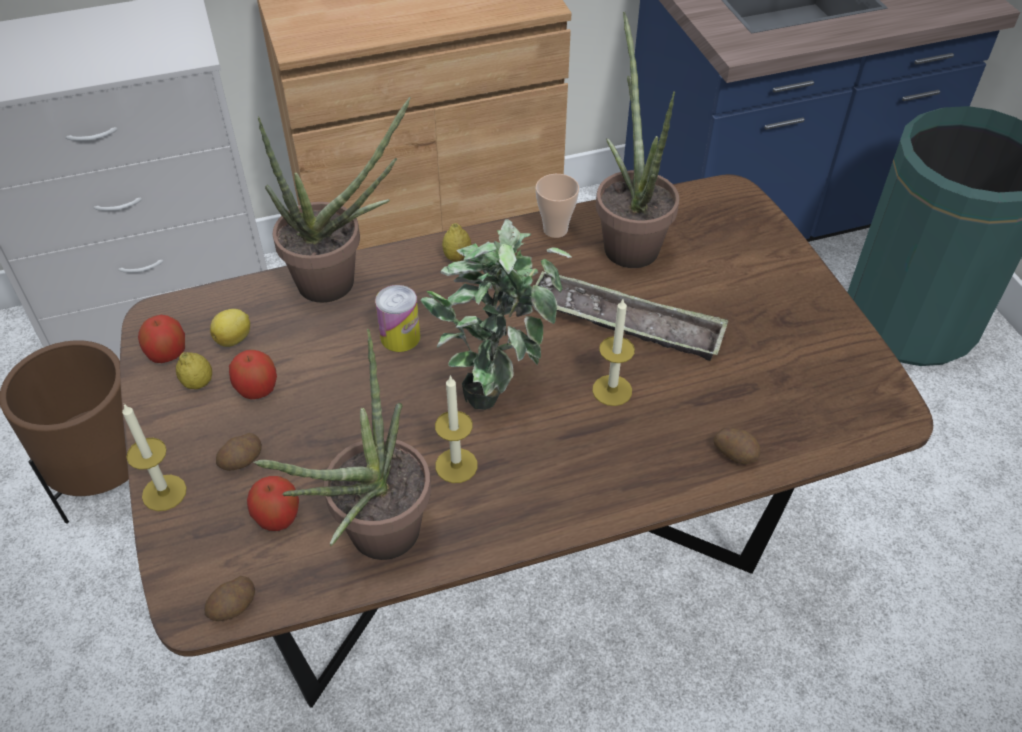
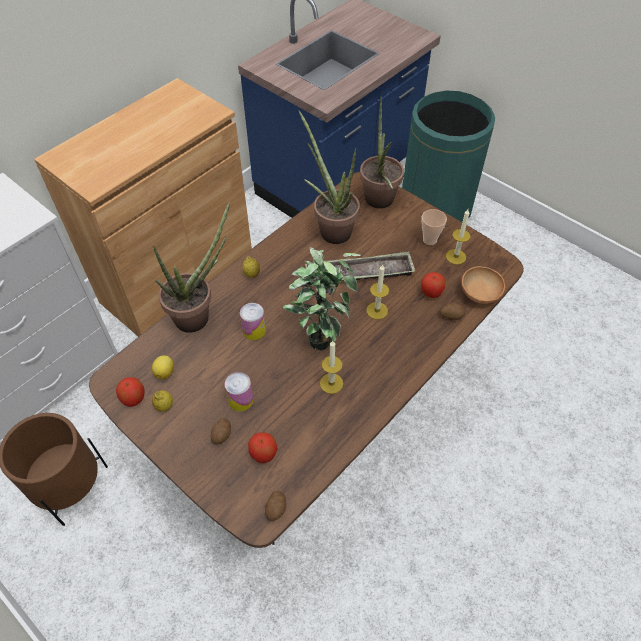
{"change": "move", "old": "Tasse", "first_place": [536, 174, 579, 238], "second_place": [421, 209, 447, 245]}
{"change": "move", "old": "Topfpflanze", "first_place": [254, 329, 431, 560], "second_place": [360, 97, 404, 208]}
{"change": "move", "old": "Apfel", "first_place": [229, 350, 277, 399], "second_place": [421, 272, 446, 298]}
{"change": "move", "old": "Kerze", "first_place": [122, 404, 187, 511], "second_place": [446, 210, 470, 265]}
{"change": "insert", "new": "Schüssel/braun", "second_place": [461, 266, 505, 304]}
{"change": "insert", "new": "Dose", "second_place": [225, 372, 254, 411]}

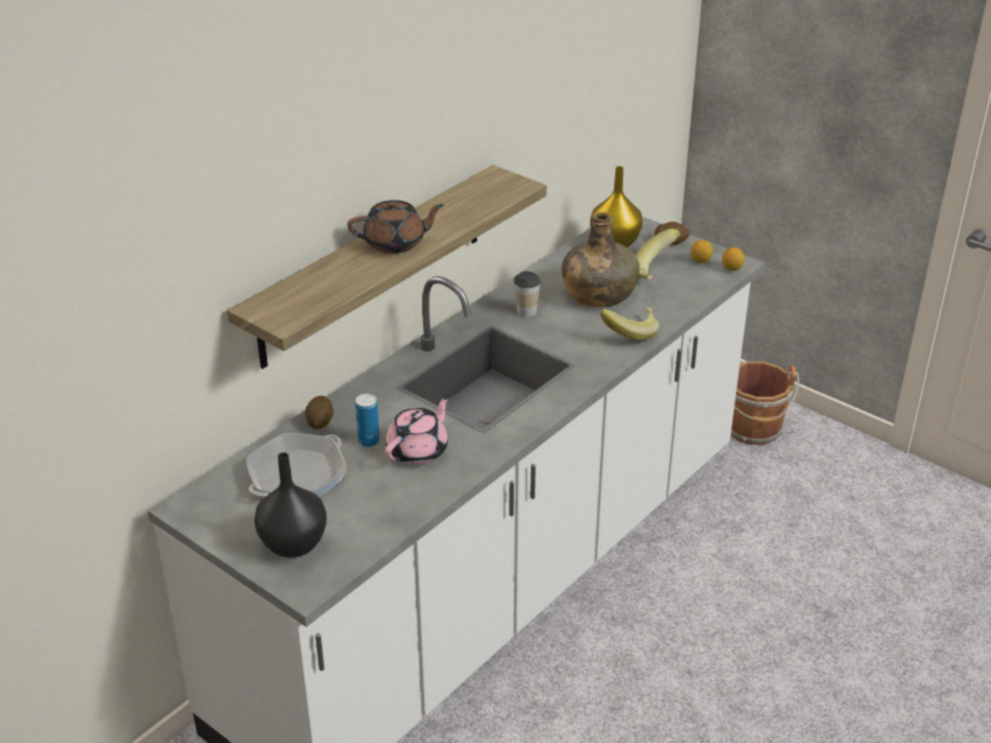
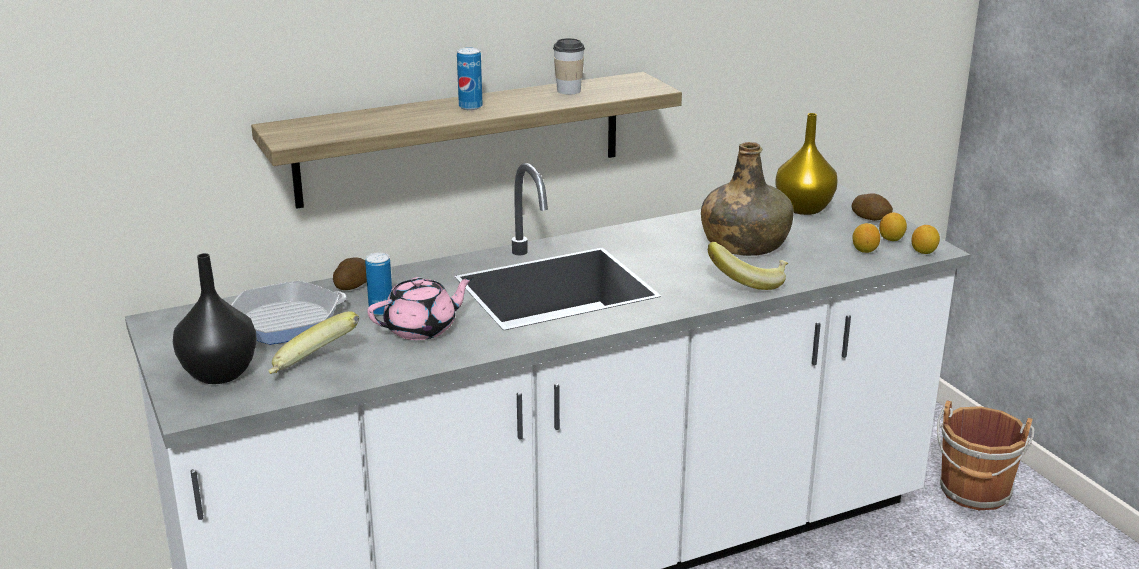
{"change": "replace", "old": "Teekanne/braun", "new": "Dose", "first_place": [347, 200, 444, 254], "second_place": [457, 47, 483, 110]}
{"change": "move", "old": "Banane", "first_place": [636, 229, 680, 280], "second_place": [269, 311, 359, 374]}
{"change": "move", "old": "Tasse", "first_place": [514, 271, 540, 317], "second_place": [553, 38, 585, 95]}
{"change": "insert", "new": "Zitrone", "second_place": [852, 223, 880, 253]}

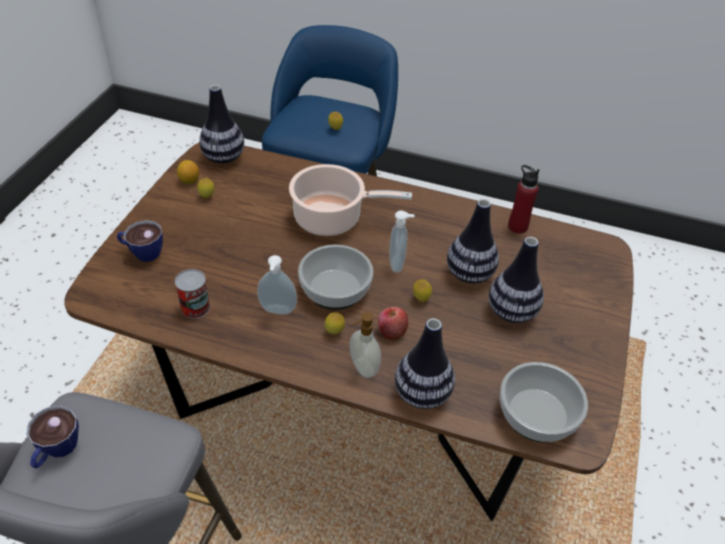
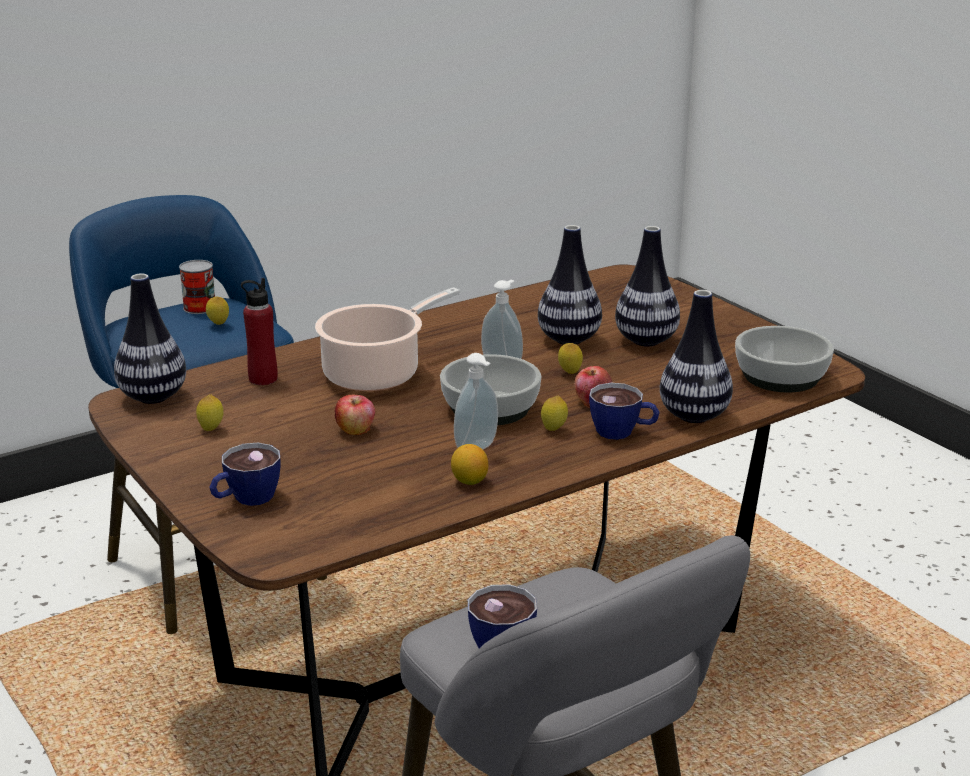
{"change": "move", "old": "Zitrone", "first_place": [177, 160, 199, 184], "second_place": [451, 444, 489, 485]}
{"change": "move", "old": "Flasche/rot", "first_place": [508, 165, 540, 234], "second_place": [241, 278, 278, 385]}
{"change": "move", "old": "Dose", "first_place": [175, 269, 210, 319], "second_place": [179, 260, 215, 314]}
{"change": "replace", "old": "Seifenspender", "new": "Tasse", "first_place": [350, 312, 381, 378], "second_place": [589, 383, 659, 440]}
{"change": "insert", "new": "Apfel", "second_place": [335, 394, 375, 435]}

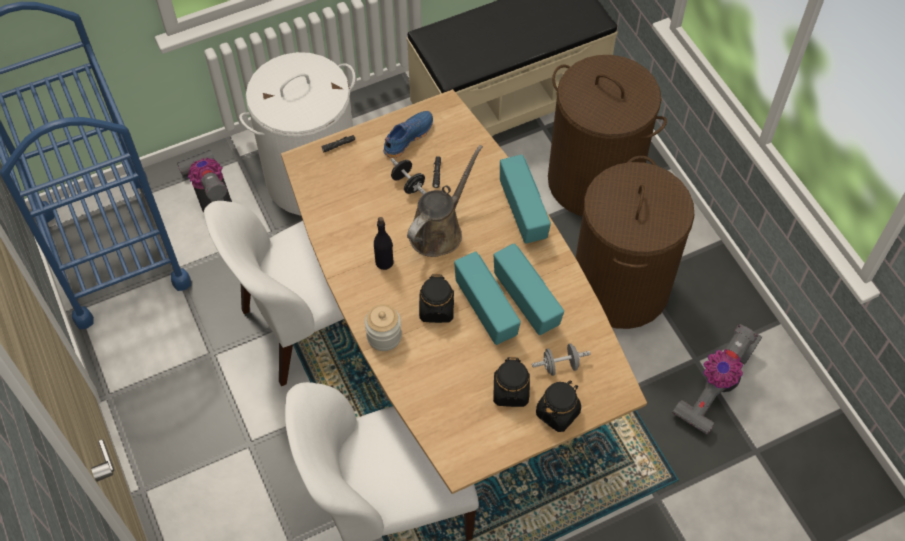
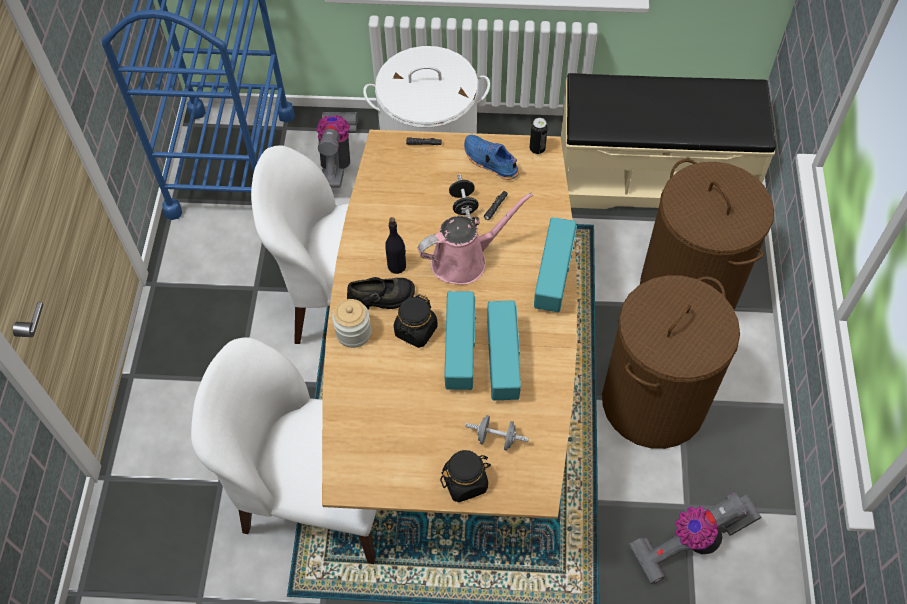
{"change": "rotate", "old": "Schuh/blau", "first_place": [383, 111, 433, 158], "second_place": [464, 135, 519, 180], "degrees": -120}
{"change": "recolor", "old": "Gießkanne/braun", "new": "Gießkanne/rosa", "first_place": [407, 145, 483, 257], "second_place": [418, 192, 533, 285]}
{"change": "delete", "old": "Vorratsglas/schwarz", "first_place": [493, 356, 530, 407]}
{"change": "insert", "new": "Dose", "second_place": [530, 118, 548, 154]}
{"change": "insert", "new": "Schuh/schwarz", "second_place": [347, 277, 415, 309]}

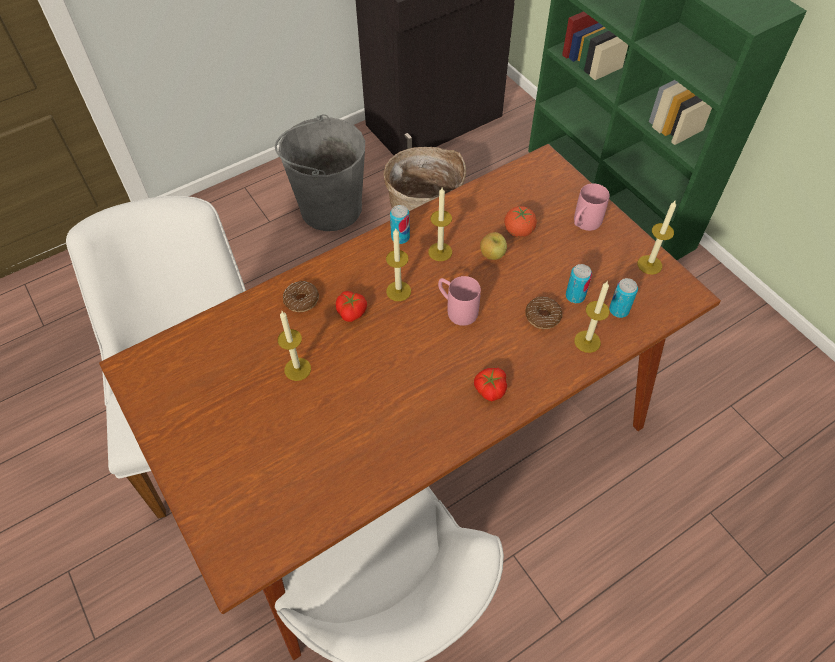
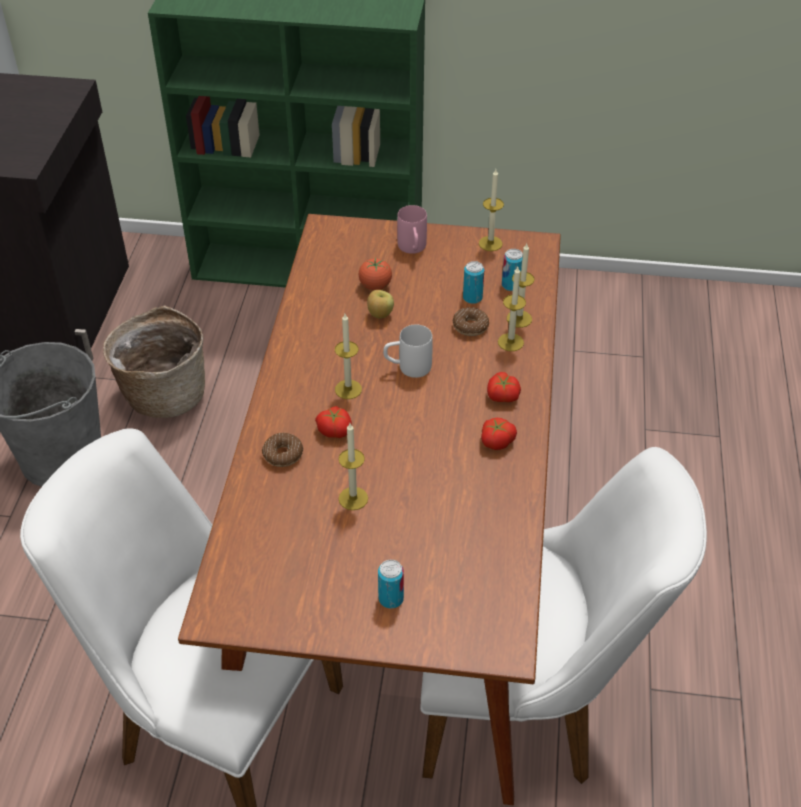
{"change": "move", "old": "Kerze", "first_place": [428, 188, 452, 261], "second_place": [498, 267, 526, 351]}
{"change": "move", "old": "Dose", "first_place": [390, 205, 410, 244], "second_place": [378, 560, 404, 609]}
{"change": "recolor", "old": "Henkelbecher/rosa", "new": "Henkelbecher/weiß", "first_place": [438, 276, 481, 326], "second_place": [383, 324, 433, 378]}
{"change": "insert", "new": "Tomate", "second_place": [481, 418, 517, 450]}

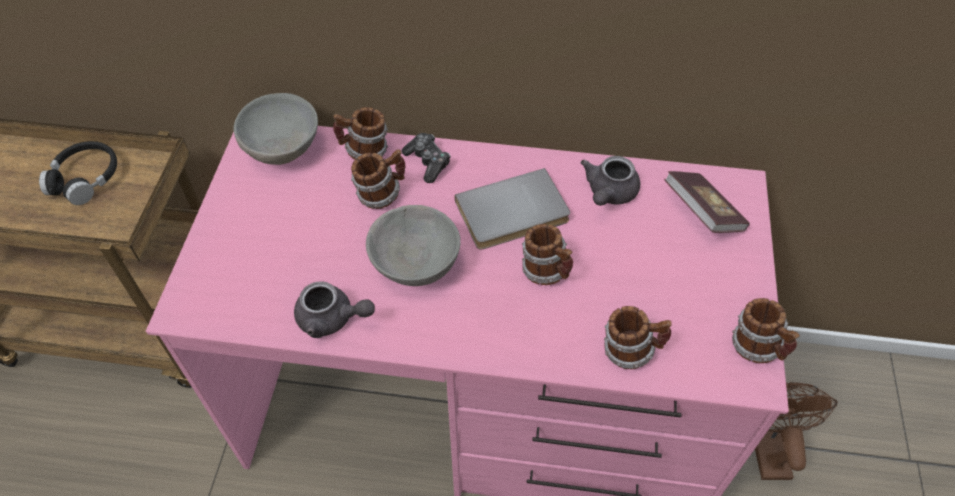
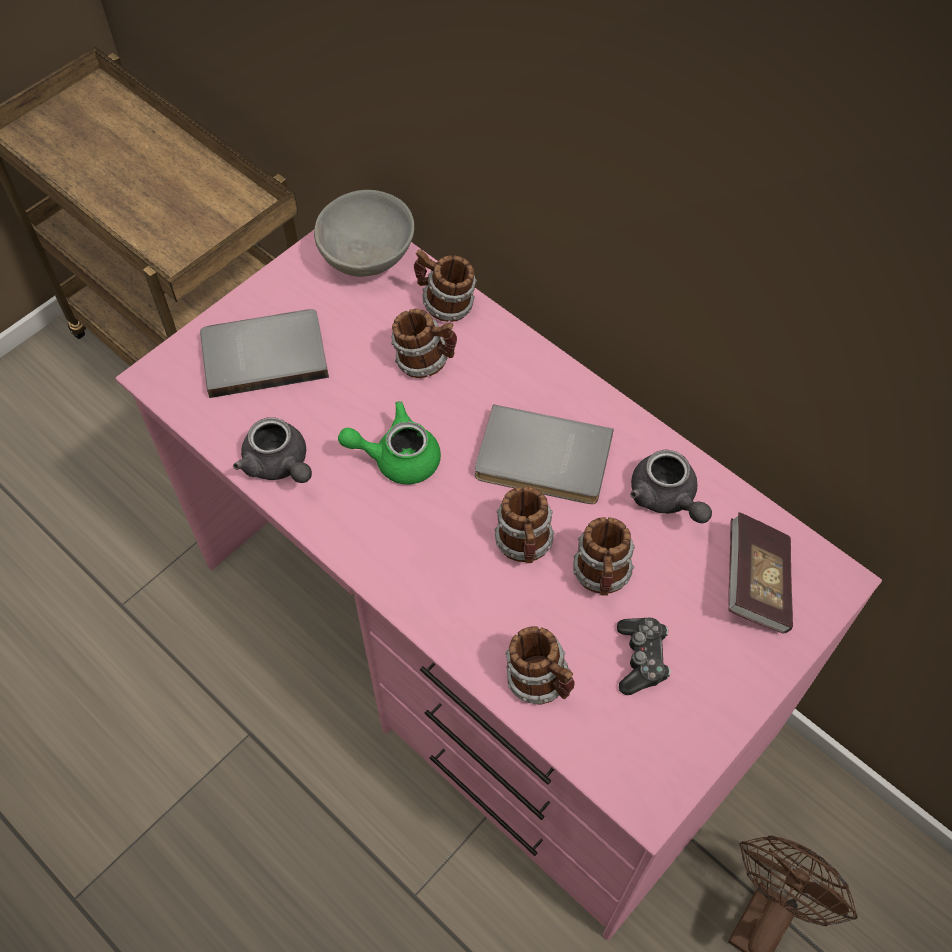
{"change": "move", "old": "Gamepad", "first_place": [401, 133, 450, 183], "second_place": [617, 617, 671, 695]}
{"change": "delete", "old": "Kopfhörer/schwarz", "first_place": [39, 141, 117, 205]}
{"change": "rotate", "old": "Teekanne/grau", "first_place": [581, 156, 640, 206], "second_place": [630, 450, 712, 523], "degrees": -90}
{"change": "replace", "old": "Schüssel/grau", "new": "Teekanne/grün", "first_place": [366, 205, 461, 286], "second_place": [338, 401, 441, 484]}
{"change": "move", "old": "Henkelbecher", "first_place": [732, 298, 800, 363], "second_place": [573, 517, 635, 596]}
{"change": "insert", "new": "Buch/grau", "second_place": [200, 309, 329, 398]}

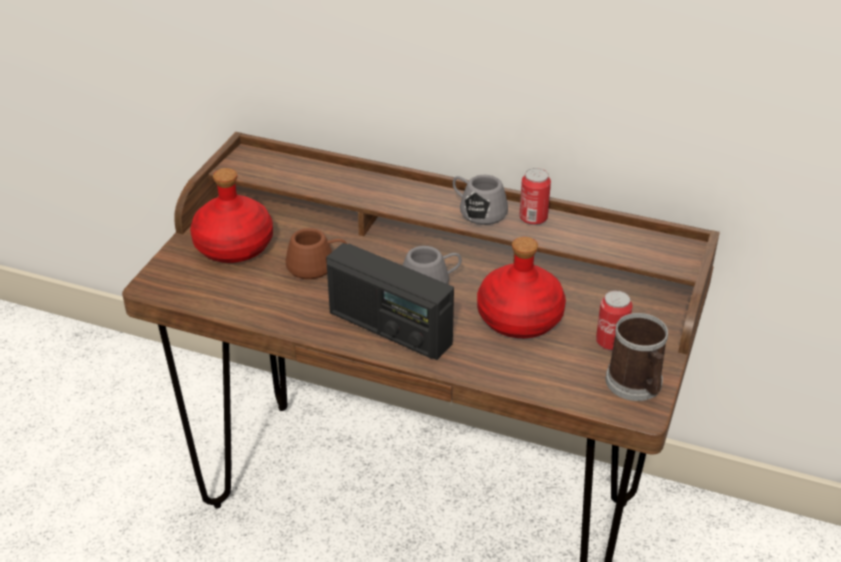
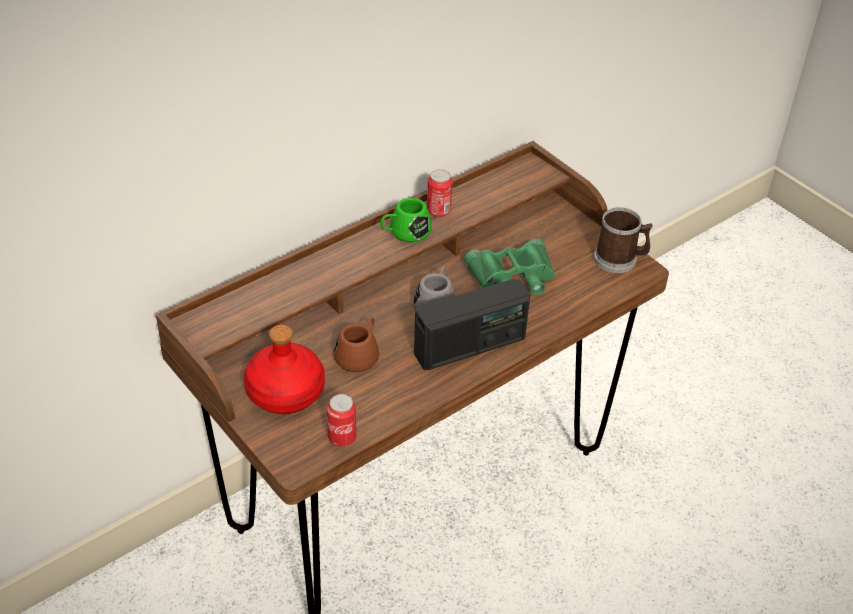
{"change": "recolor", "old": "Henkelbecher/grau", "new": "Henkelbecher/grün", "first_place": [453, 175, 508, 225], "second_place": [380, 198, 432, 242]}
{"change": "replace", "old": "Flasche/rot", "new": "Fernglas/grün", "first_place": [477, 237, 566, 338], "second_place": [464, 239, 555, 295]}
{"change": "move", "old": "Dose", "first_place": [596, 290, 633, 351], "second_place": [327, 394, 357, 447]}

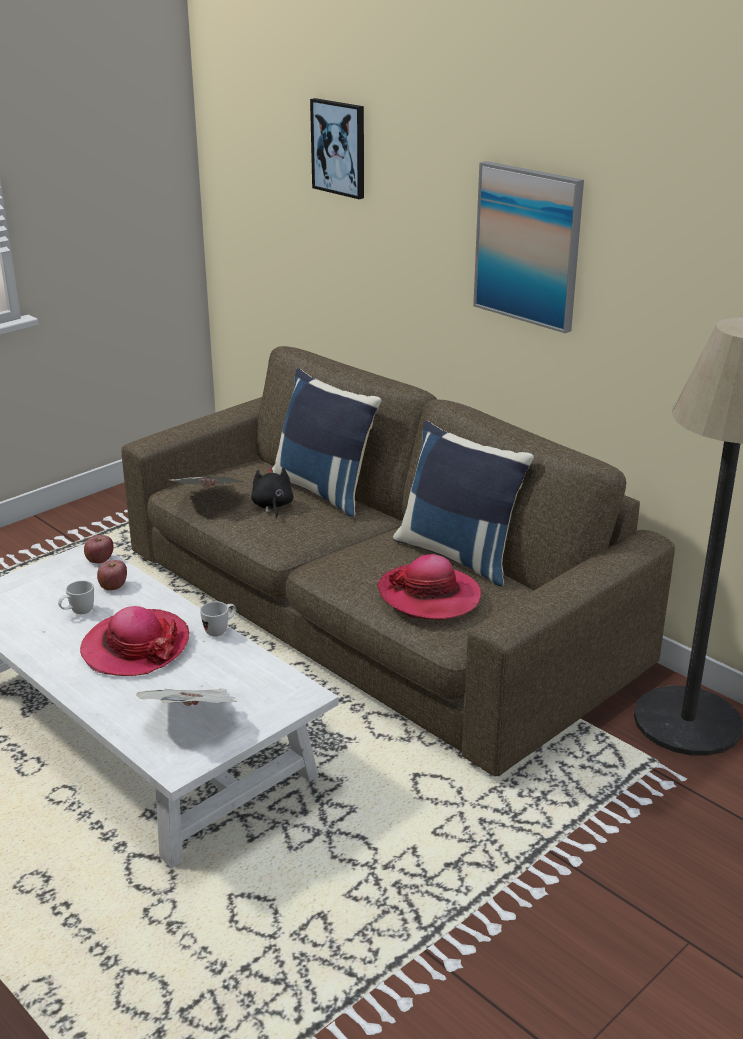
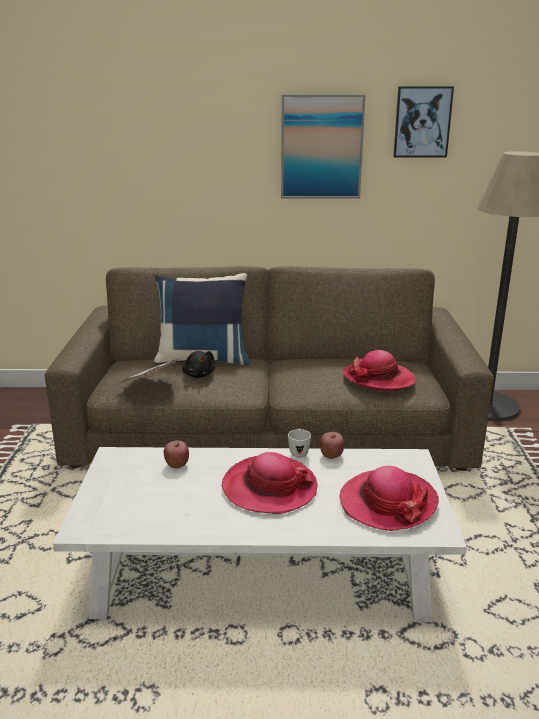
{"change": "move", "old": "Bild", "first_place": [310, 98, 364, 199], "second_place": [393, 86, 454, 158]}
{"change": "delete", "old": "Kissen/blau", "first_place": [393, 421, 534, 586]}
{"change": "rotate", "old": "Plüschtier/schwarz", "first_place": [251, 467, 294, 518], "second_place": [182, 351, 215, 378], "degrees": -150}
{"change": "move", "old": "Apfel", "first_place": [84, 535, 113, 563], "second_place": [320, 432, 344, 459]}
{"change": "delete", "old": "Henkelbecher/weiß", "first_place": [58, 581, 94, 614]}
{"change": "replace", "old": "Zeitung", "new": "Hut", "first_place": [136, 688, 237, 706], "second_place": [340, 466, 438, 531]}

